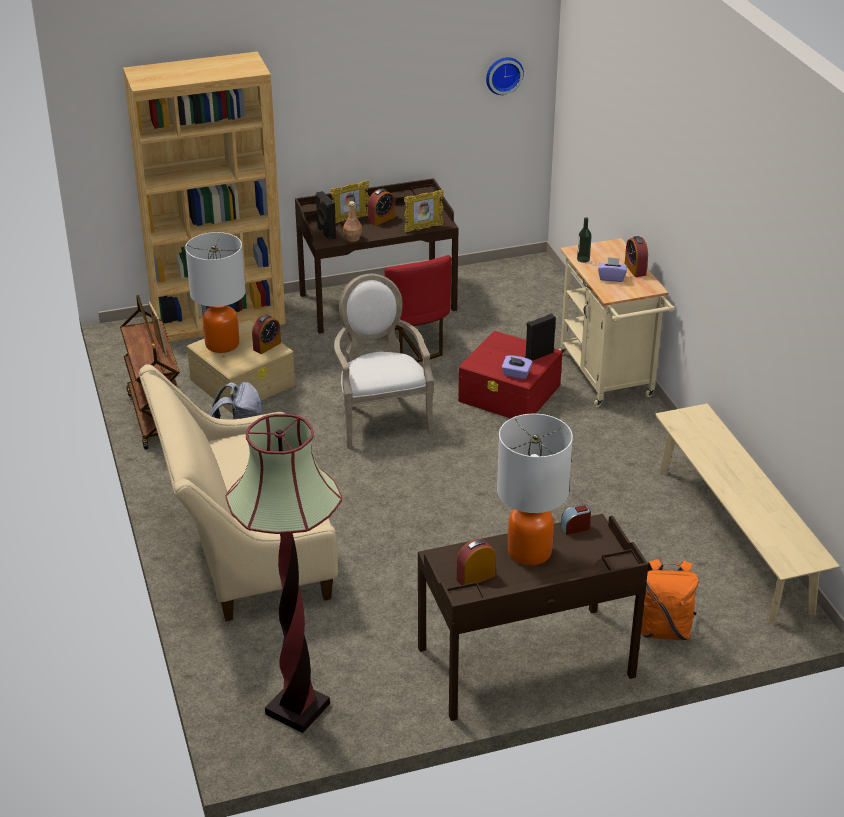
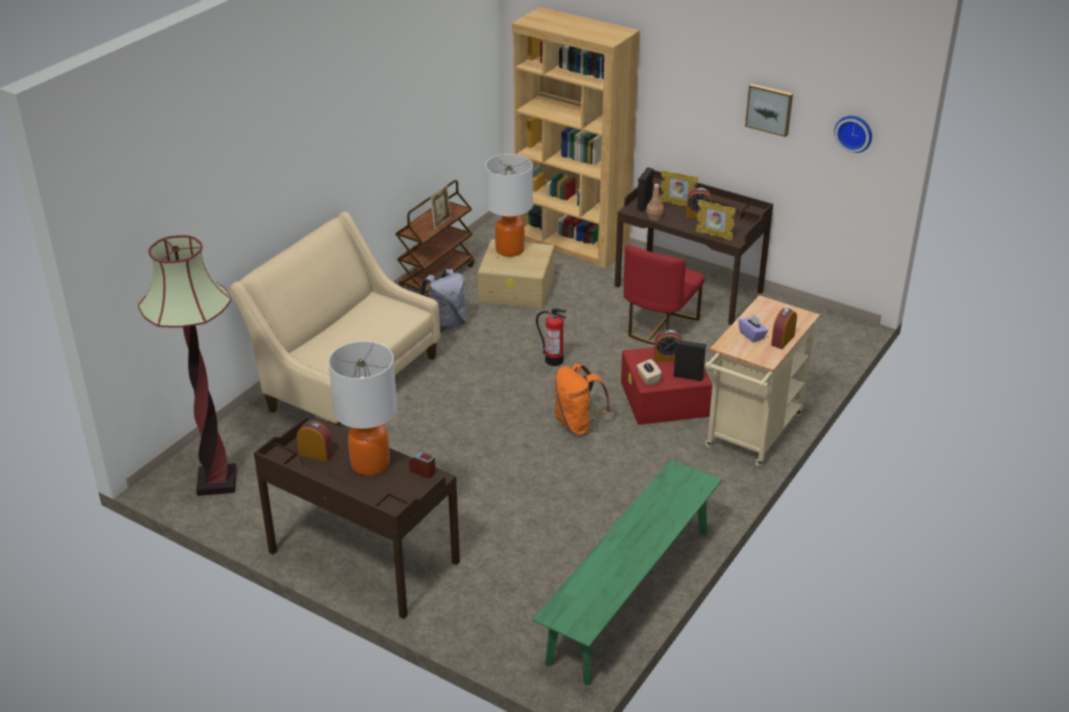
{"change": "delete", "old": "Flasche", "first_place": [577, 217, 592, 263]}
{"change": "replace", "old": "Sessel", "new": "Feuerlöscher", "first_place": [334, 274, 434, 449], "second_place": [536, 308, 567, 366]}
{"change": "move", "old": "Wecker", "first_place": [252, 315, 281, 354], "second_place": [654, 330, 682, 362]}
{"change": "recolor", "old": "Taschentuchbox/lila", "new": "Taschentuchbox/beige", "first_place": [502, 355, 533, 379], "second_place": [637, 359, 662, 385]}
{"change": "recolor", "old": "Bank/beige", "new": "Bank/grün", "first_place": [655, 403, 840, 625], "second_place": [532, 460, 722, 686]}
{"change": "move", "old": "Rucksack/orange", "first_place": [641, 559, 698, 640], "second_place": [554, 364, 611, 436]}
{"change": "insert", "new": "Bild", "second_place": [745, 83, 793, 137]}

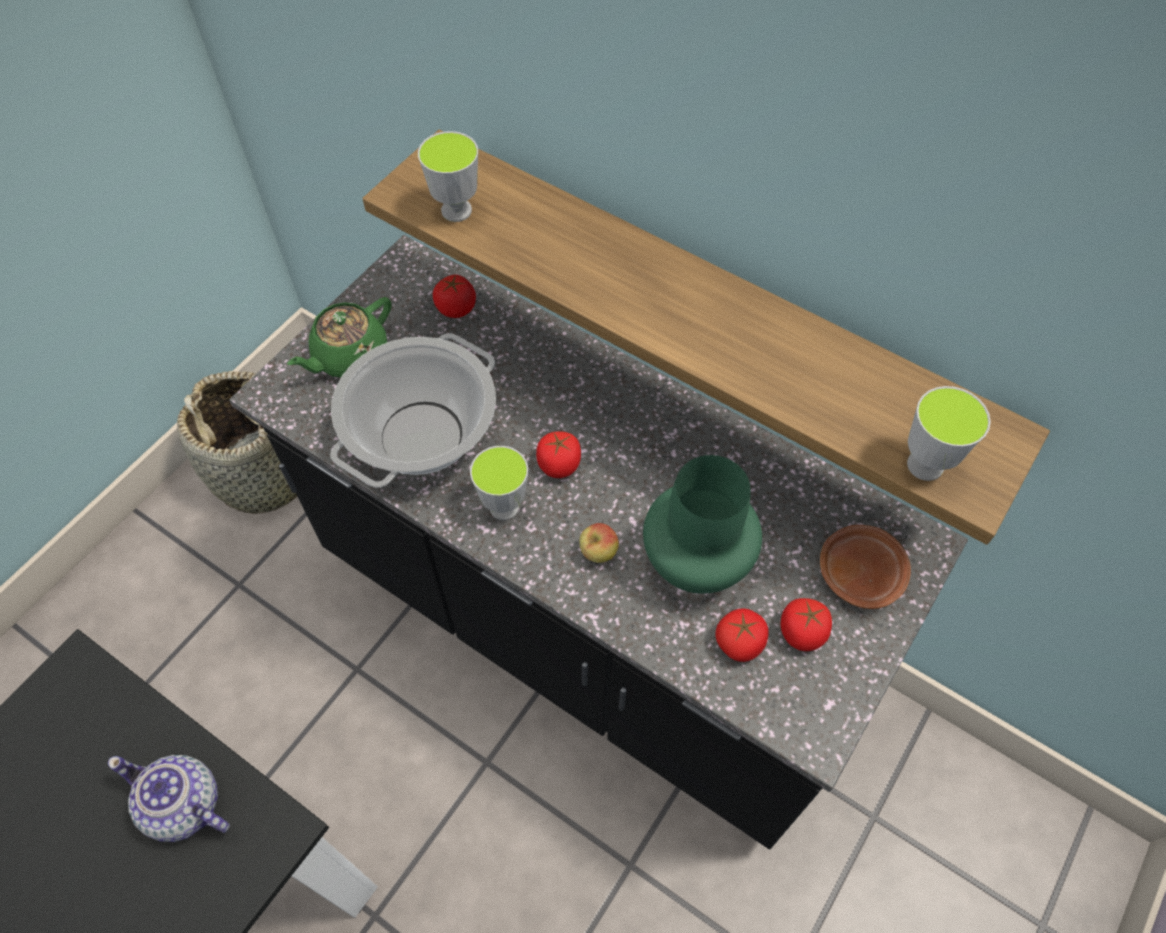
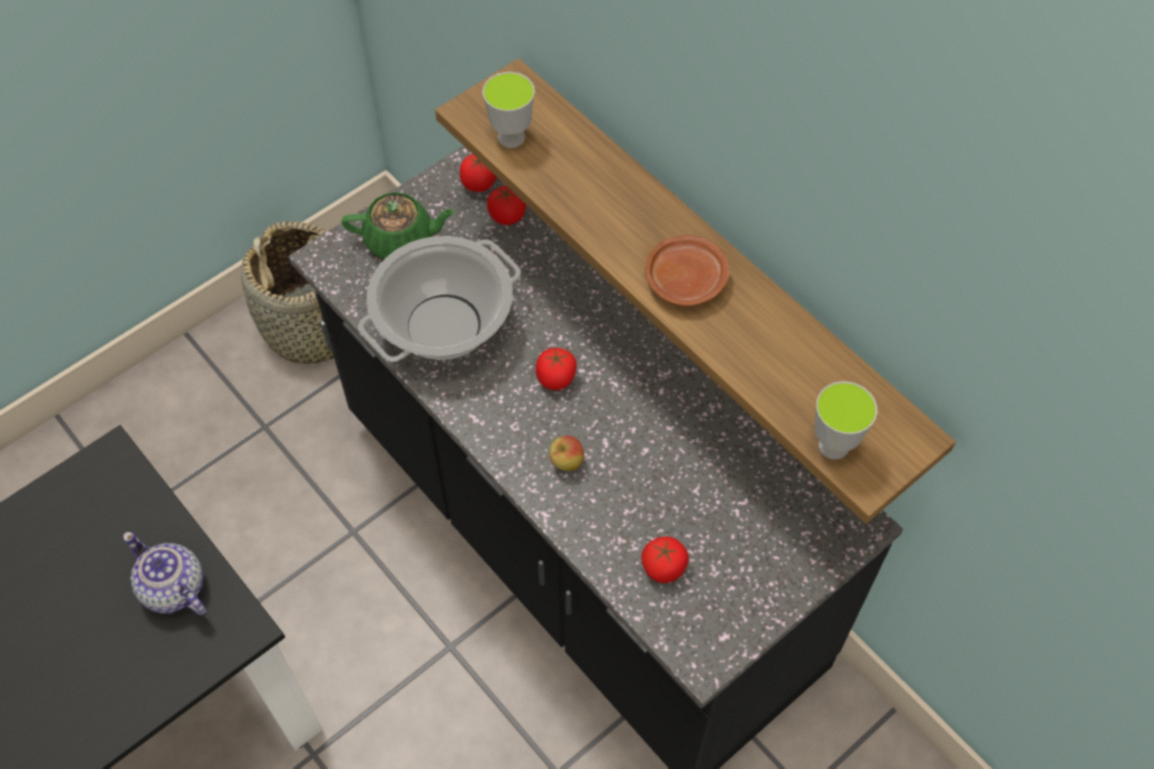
{"change": "rotate", "old": "Teekanne/grün", "first_place": [287, 297, 391, 377], "second_place": [341, 192, 456, 259], "degrees": -150}
{"change": "delete", "old": "Tasse", "first_place": [470, 446, 528, 520]}
{"change": "delete", "old": "Vase/grün", "first_place": [643, 455, 762, 594]}
{"change": "move", "old": "Teller/braun", "first_place": [820, 525, 911, 609], "second_place": [645, 235, 730, 306]}
{"change": "move", "old": "Tomate", "first_place": [781, 598, 832, 651], "second_place": [460, 154, 497, 192]}

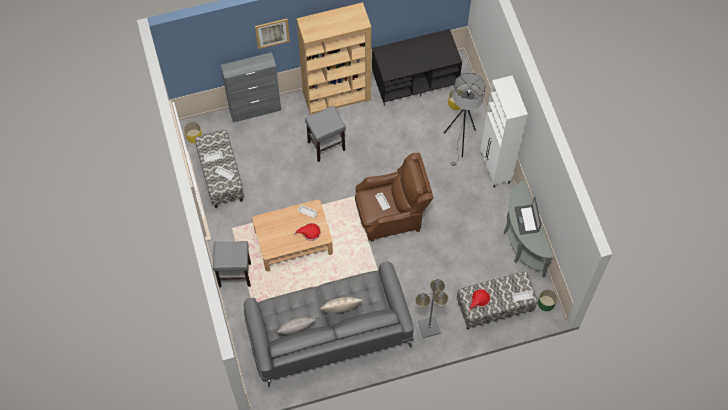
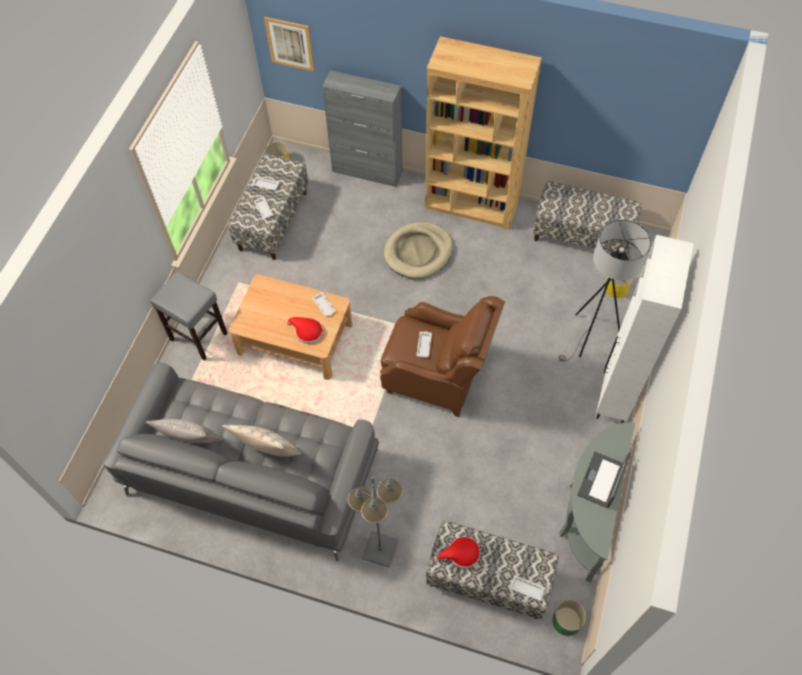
{"change": "move", "old": "Bild", "first_place": [255, 19, 290, 49], "second_place": [264, 17, 314, 72]}
{"change": "replace", "old": "Fernsehschrank/schwarz", "new": "Bank", "first_place": [372, 29, 462, 106], "second_place": [533, 181, 642, 256]}
{"change": "replace", "old": "Hocker/grau", "new": "Hundebett/beige", "first_place": [305, 105, 346, 162], "second_place": [384, 221, 453, 279]}

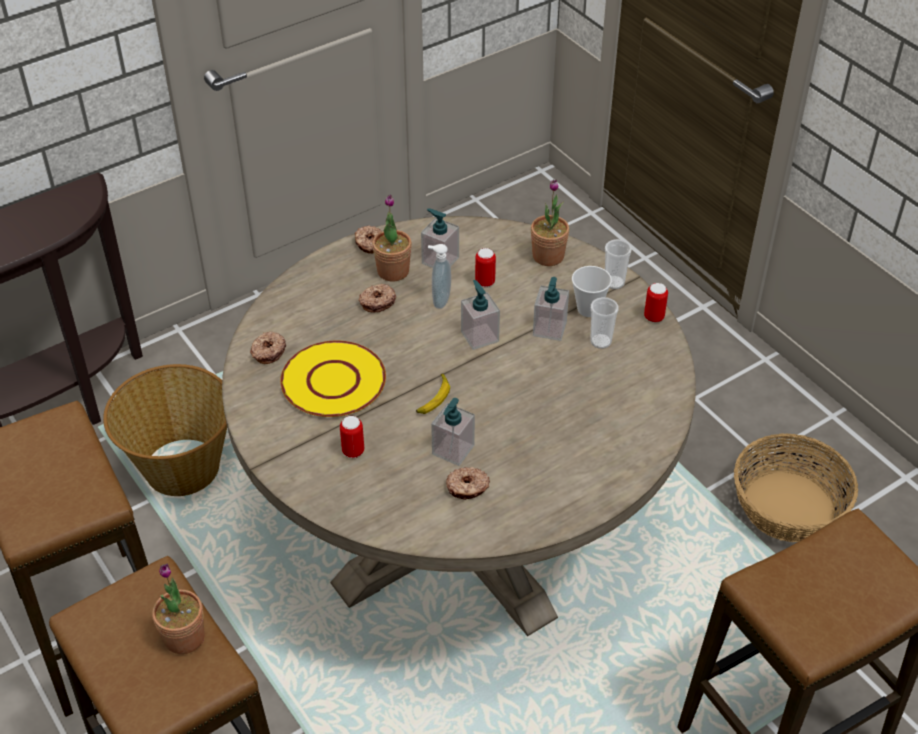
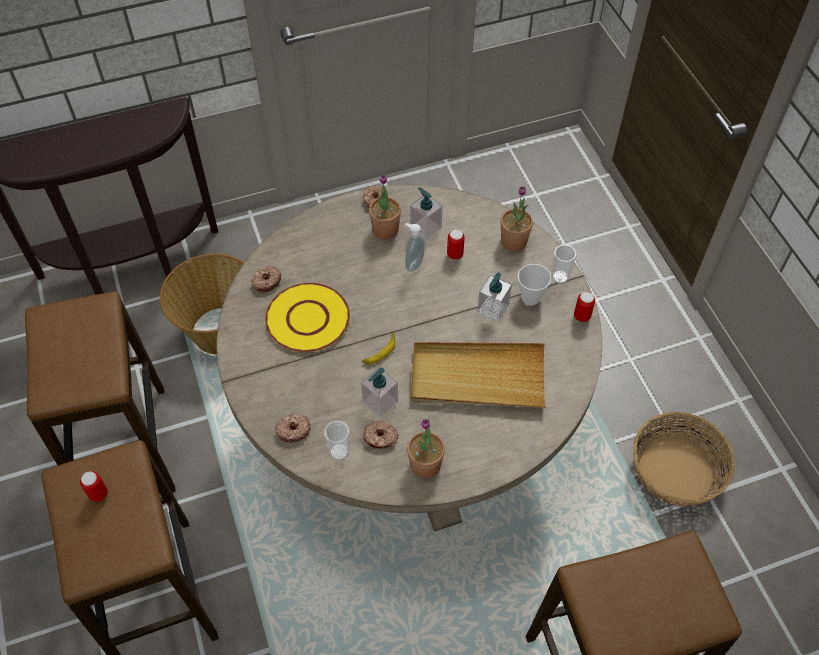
{"change": "delete", "old": "Seifenspender", "first_place": [461, 280, 500, 350]}
{"change": "move", "old": "Donut", "first_place": [358, 284, 396, 313], "second_place": [275, 414, 311, 443]}
{"change": "move", "old": "Tasse", "first_place": [590, 297, 619, 349], "second_place": [324, 421, 349, 460]}
{"change": "move", "old": "Dose", "first_place": [340, 416, 364, 458], "second_place": [80, 471, 108, 502]}
{"change": "move", "old": "Topfpflanze", "first_place": [152, 563, 205, 654], "second_place": [407, 419, 445, 478]}
{"change": "insert", "new": "Tablett/beige", "second_place": [411, 342, 546, 408]}

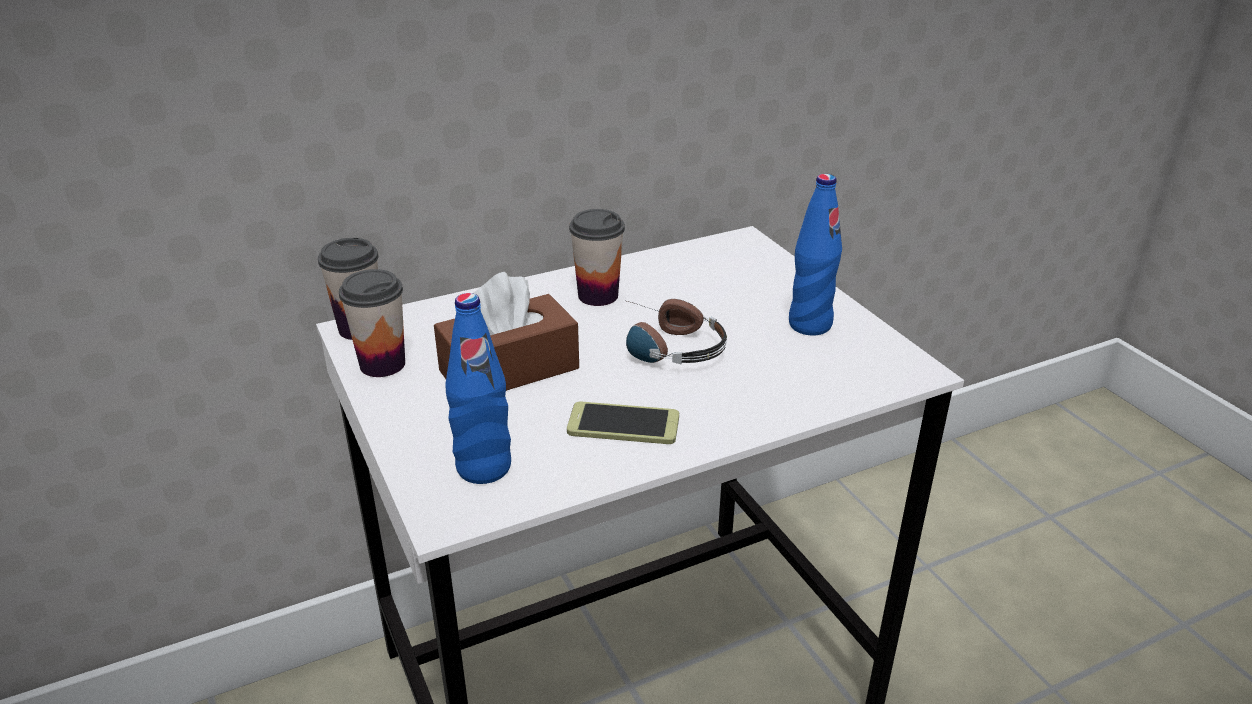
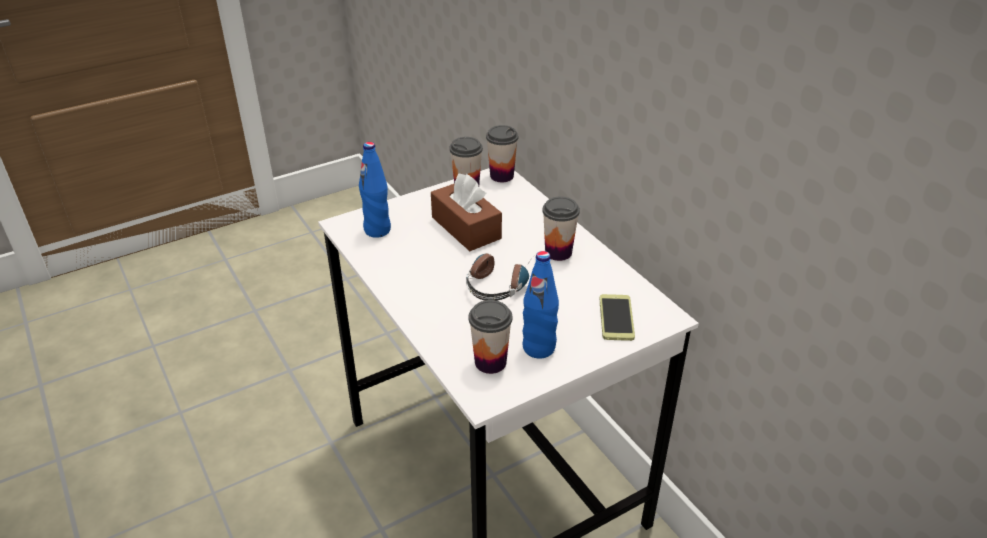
{"change": "move", "old": "Handy", "first_place": [567, 401, 679, 444], "second_place": [600, 294, 635, 341]}
{"change": "insert", "new": "Tasse", "second_place": [468, 300, 512, 374]}

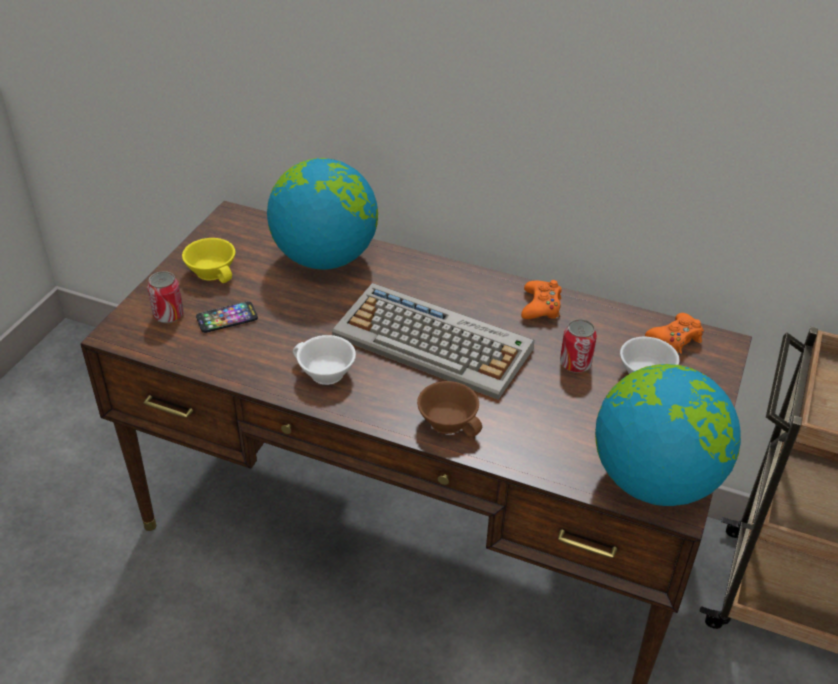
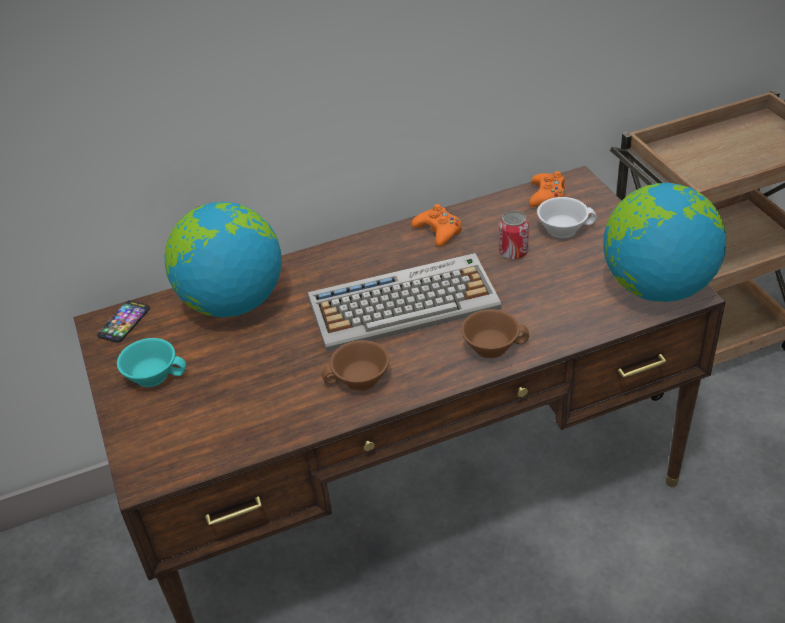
{"change": "recolor", "old": "Tasse/gelb", "new": "Tasse/türkis", "first_place": [182, 238, 235, 283], "second_place": [117, 338, 186, 387]}
{"change": "delete", "old": "Dose", "first_place": [147, 271, 184, 323]}
{"change": "move", "old": "Handy", "first_place": [196, 301, 258, 333], "second_place": [97, 300, 150, 343]}
{"change": "recolor", "old": "Tasse/weiß", "new": "Tasse/braun", "first_place": [293, 335, 356, 385], "second_place": [321, 340, 389, 391]}

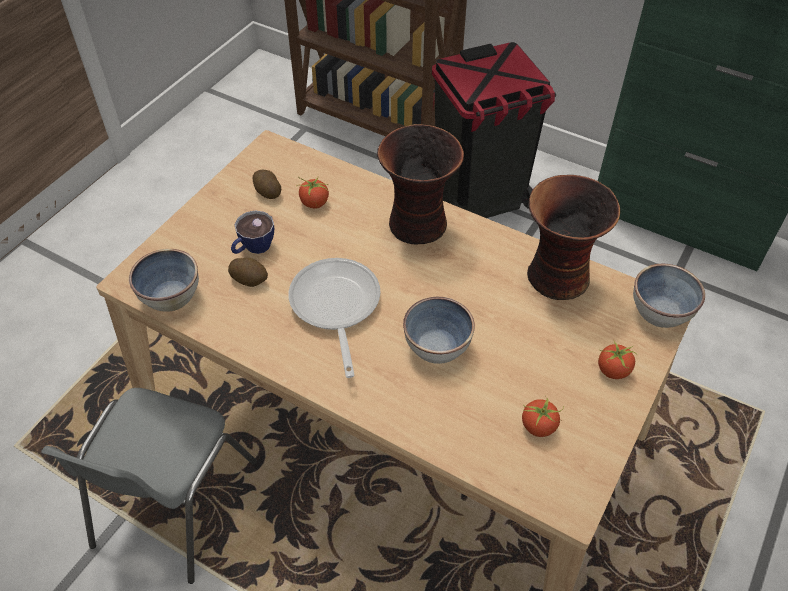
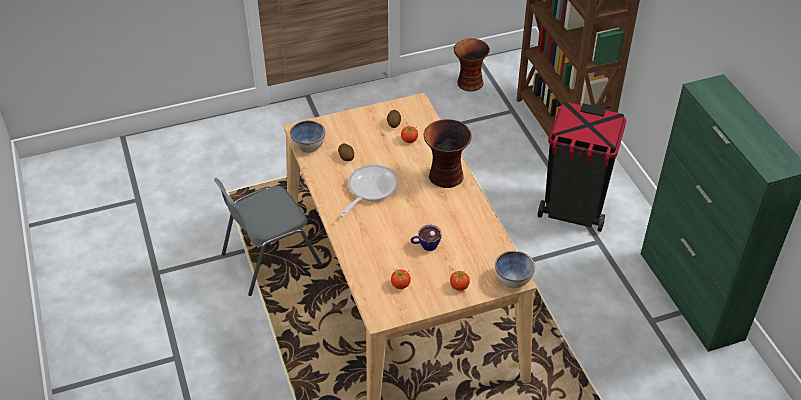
{"change": "move", "old": "Vase", "first_place": [527, 175, 620, 300], "second_place": [454, 38, 490, 92]}
{"change": "move", "old": "Tasse", "first_place": [231, 210, 274, 254], "second_place": [411, 225, 442, 251]}
{"change": "delete", "old": "Schüssel", "first_place": [403, 297, 475, 364]}

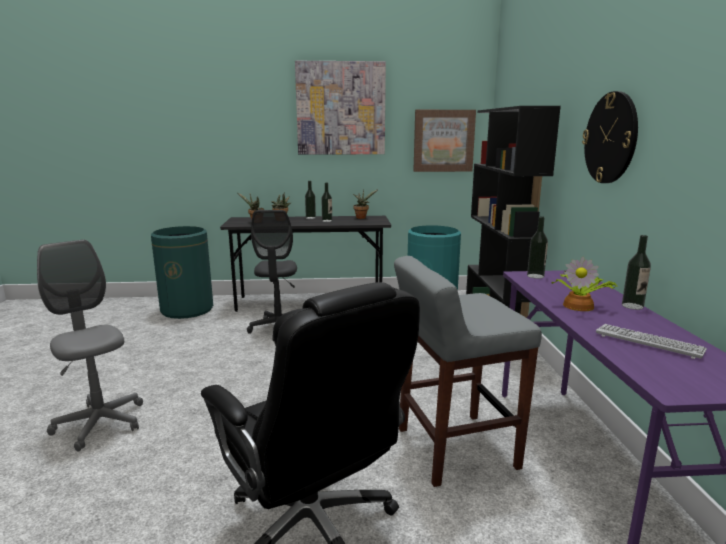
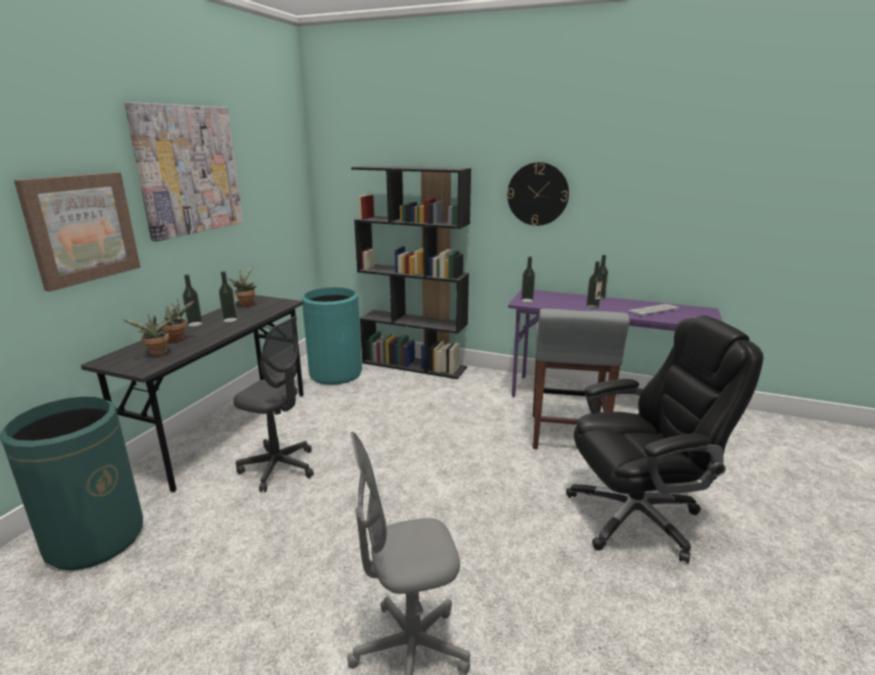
{"change": "move", "old": "Bild", "first_place": [413, 110, 476, 172], "second_place": [14, 172, 141, 292]}
{"change": "replace", "old": "Topfpflanze", "new": "Flasche", "first_place": [551, 257, 618, 311], "second_place": [586, 261, 602, 309]}

